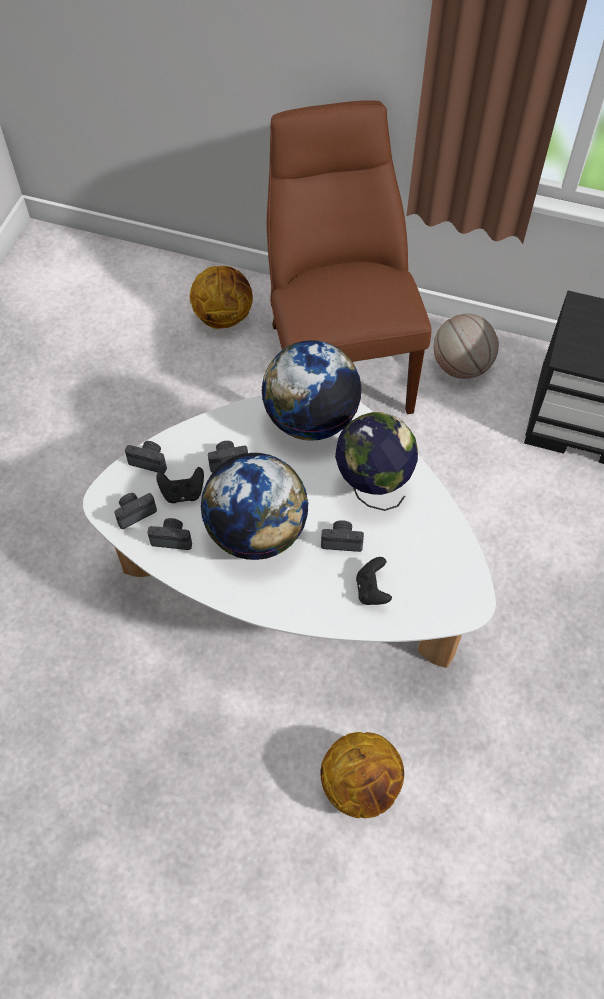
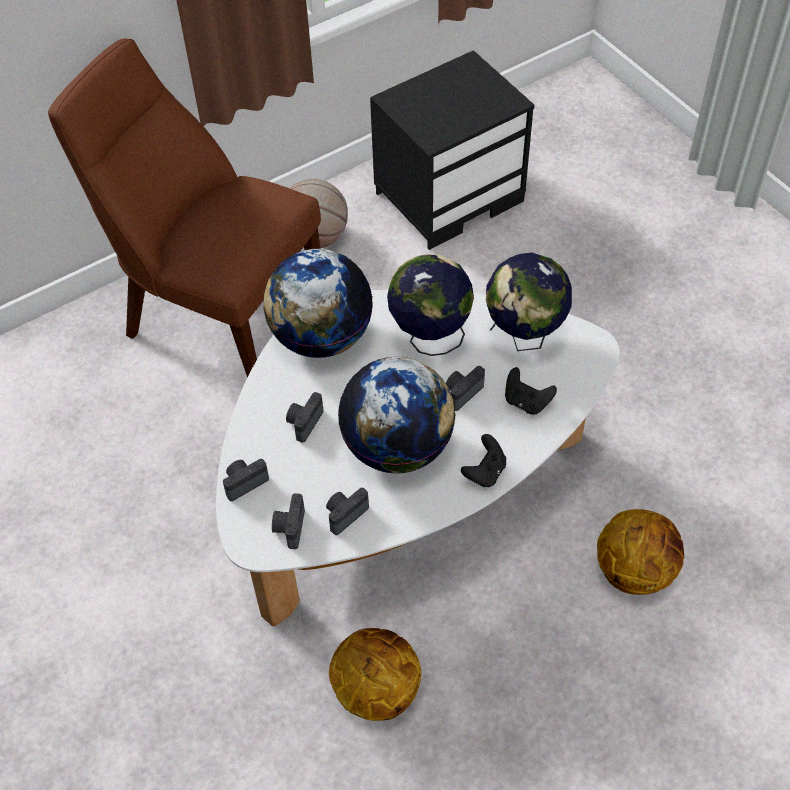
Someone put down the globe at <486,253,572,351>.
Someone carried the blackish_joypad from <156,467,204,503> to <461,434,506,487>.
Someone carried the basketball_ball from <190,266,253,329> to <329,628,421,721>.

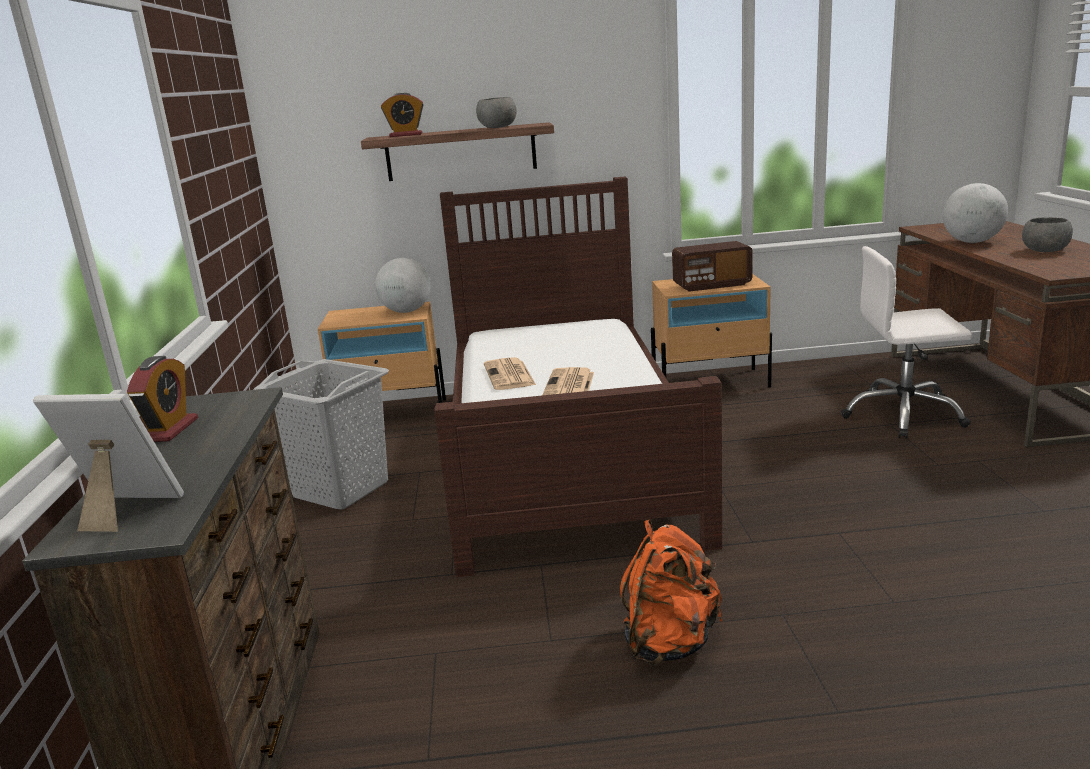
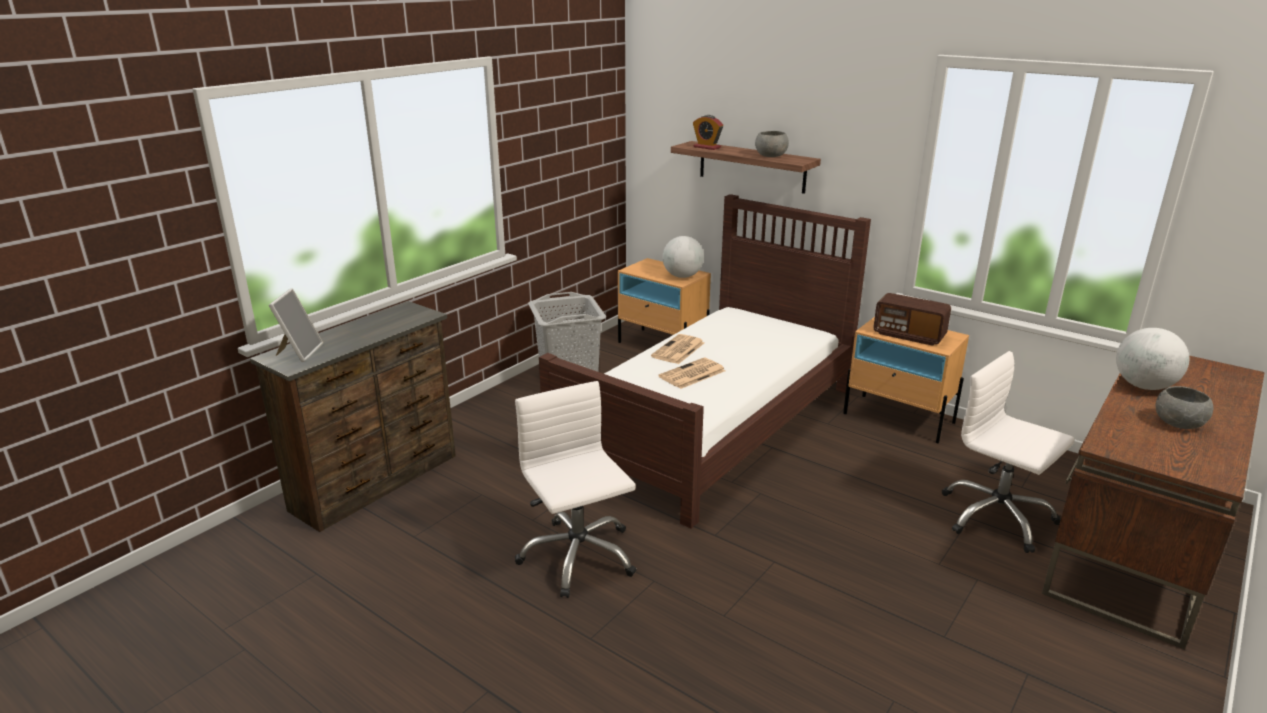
Someone took away the bedside_clock at <127,356,198,442>.
Someone swapped the orange_knapsack at <620,519,722,665> for the white_desk_chair at <515,381,636,598>.
Someone rotated the photo_frame at <33,394,184,532> by 45 degrees clockwise.

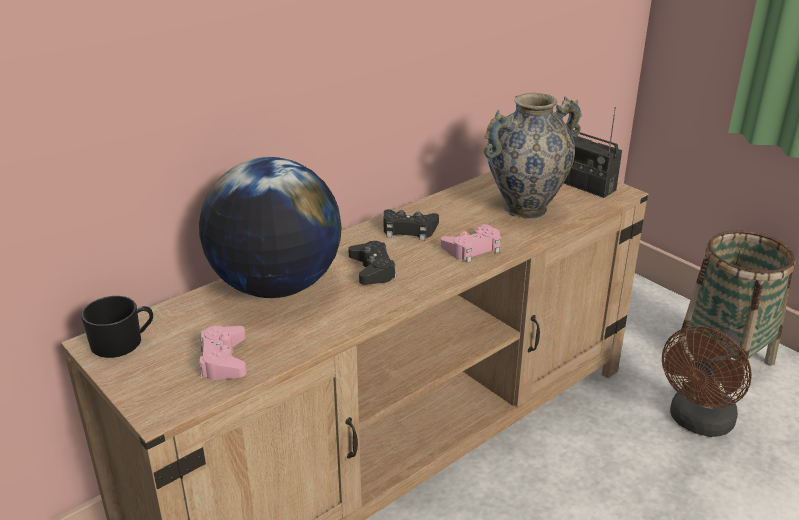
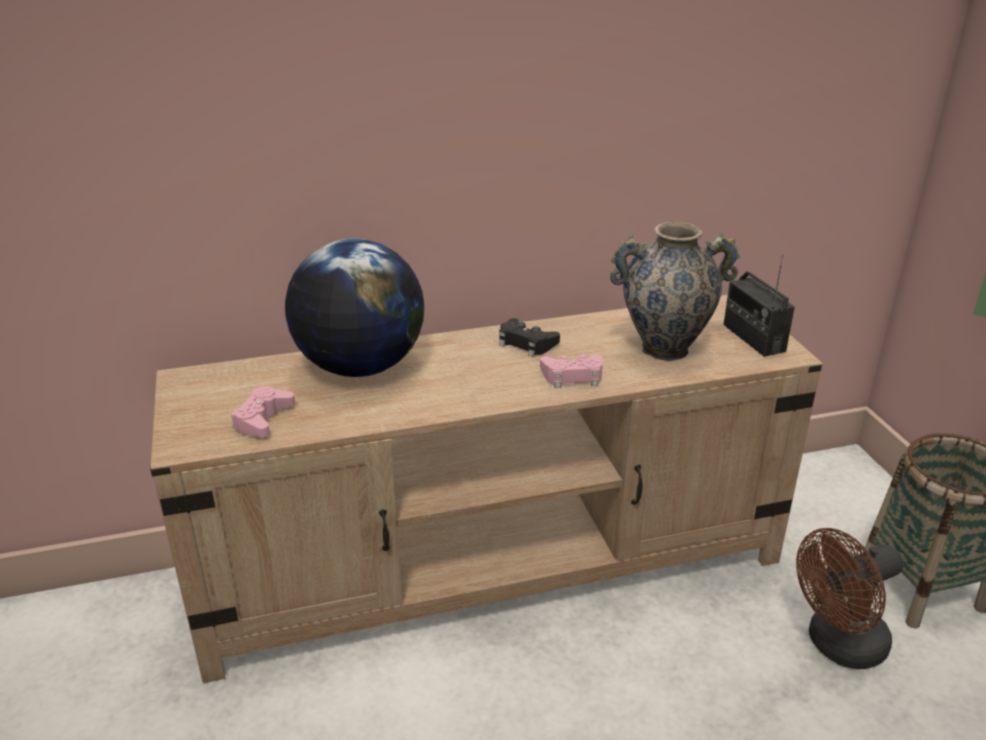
Someone took away the blackish_mug at <81,296,153,358>.
Someone took away the blackish_joypad at <348,241,397,285>.

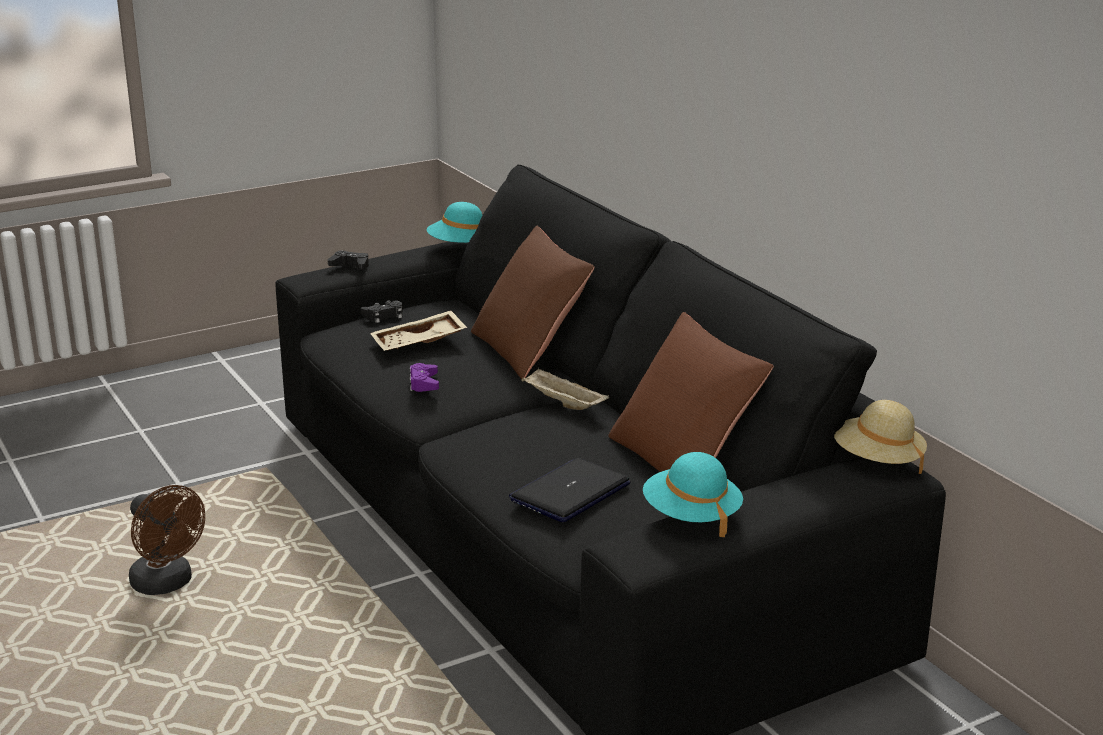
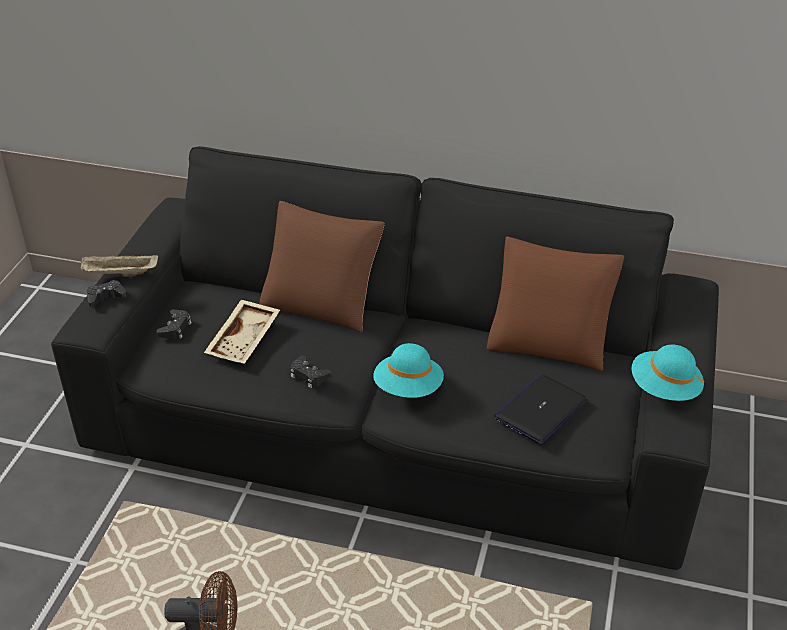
Someone took away the beige-coloured_wearable_hat at <834,400,927,474>.
Someone carried the turquoise-coloured_wearable_hat from <427,202,482,243> to <373,343,444,398>.
Someone carried the beige-coloured_serving_tray from <522,368,609,410> to <81,255,158,277>.
Someone repainted the purplish_joypad at <409,363,439,392>, which became the blackish_joypad at <291,356,331,388>.
Someone rotated the portable_computer at <509,458,631,522> by 45 degrees clockwise.

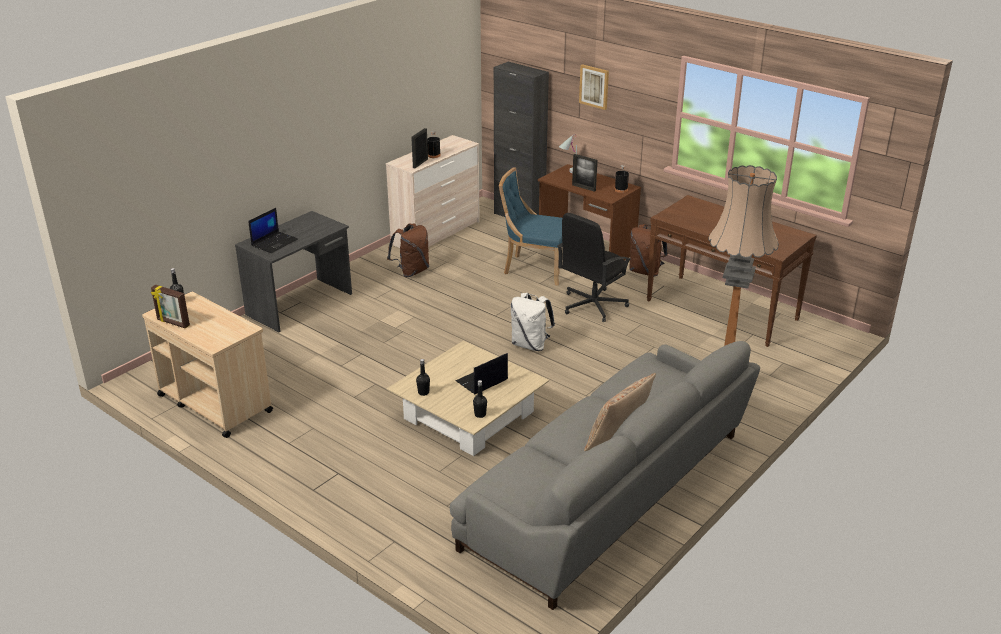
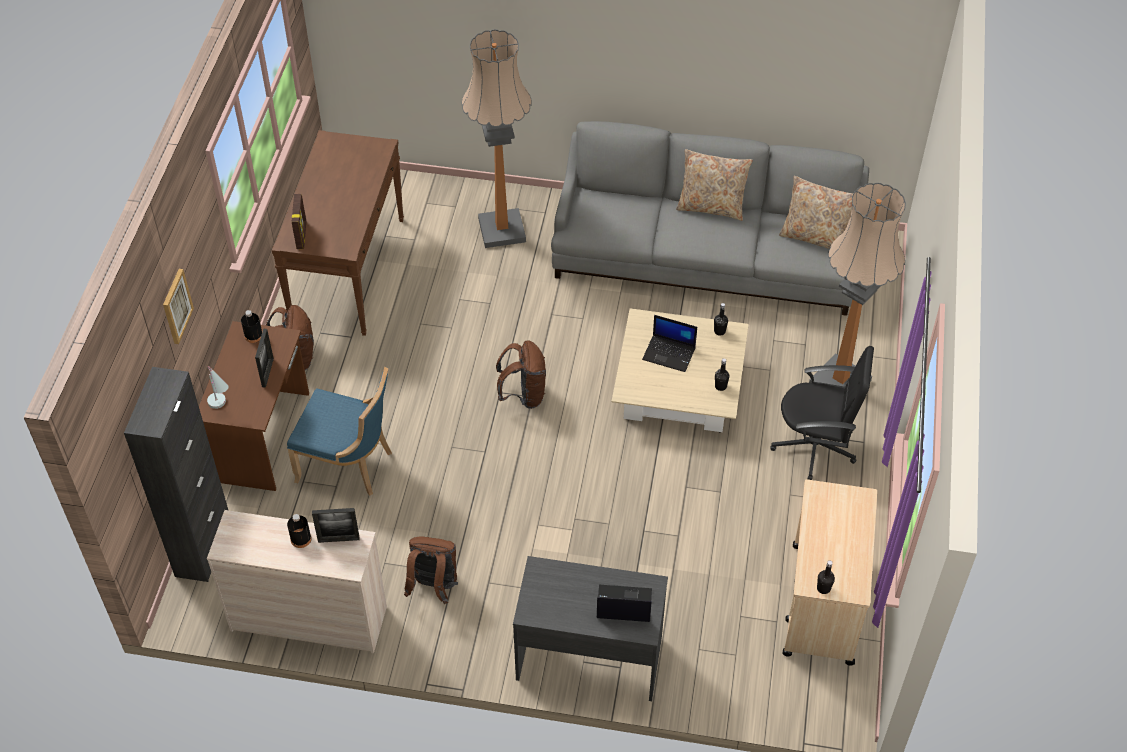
Someone put down the beige-coloured_cushion at <779,176,853,249>.
Someone put down the floor_lamp at <809,183,906,387>.
Someone carried the photo_frame from <151,285,190,328> to <292,194,306,249>.
Someone carried the blackish_desk_chair from <557,213,631,322> to <770,346,874,480>.
Someone repainted the white_knapsack at <511,293,555,351>, which became the brown-coloured_knapsack at <496,340,546,409>.
Someone rotated the bluish_plain_chair at <499,167,562,286> by 60 degrees counterclockwise.

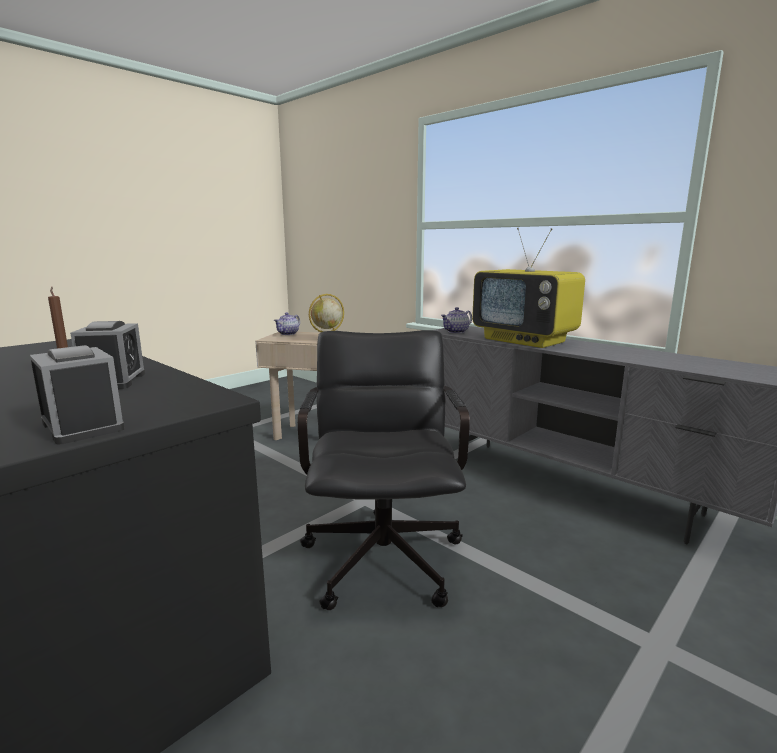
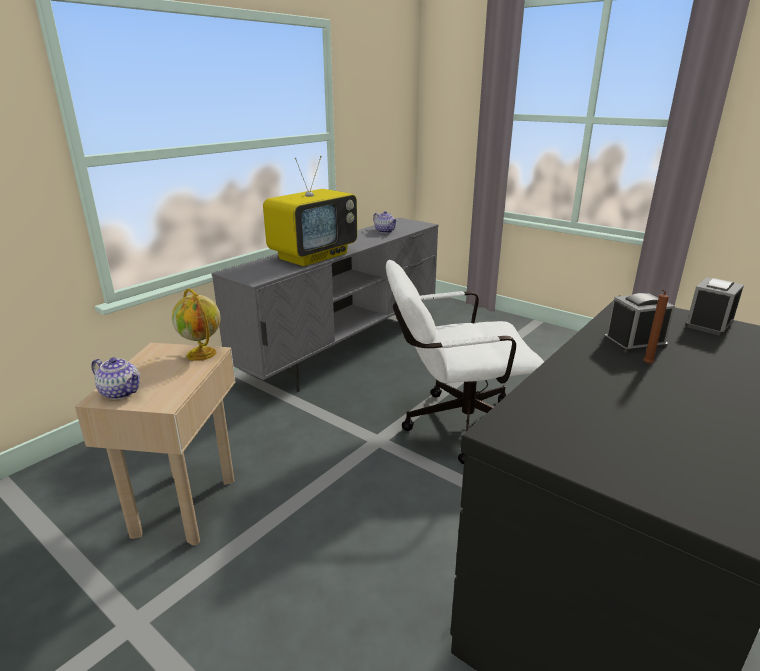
Someone carried the pot_for_tea from <441,307,472,333> to <373,211,398,233>.
Someone repainted the blackish_desk_chair at <298,330,470,610>, which became the white_desk_chair at <386,260,544,464>.

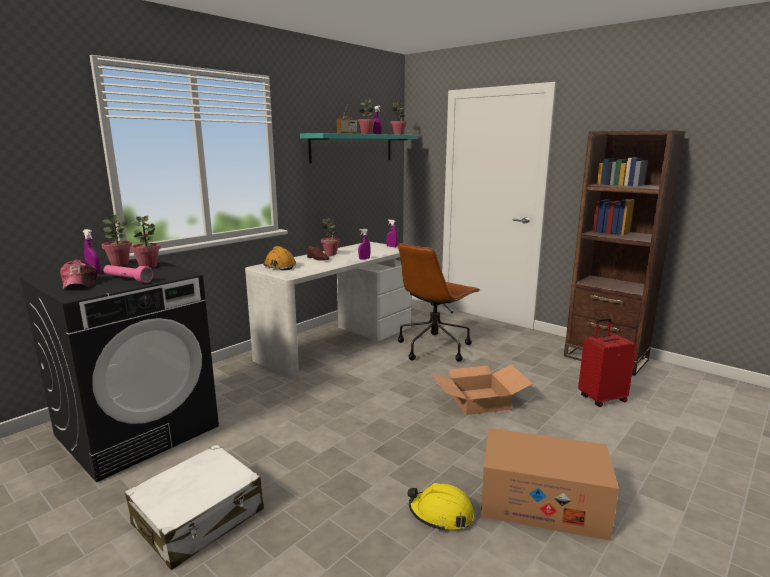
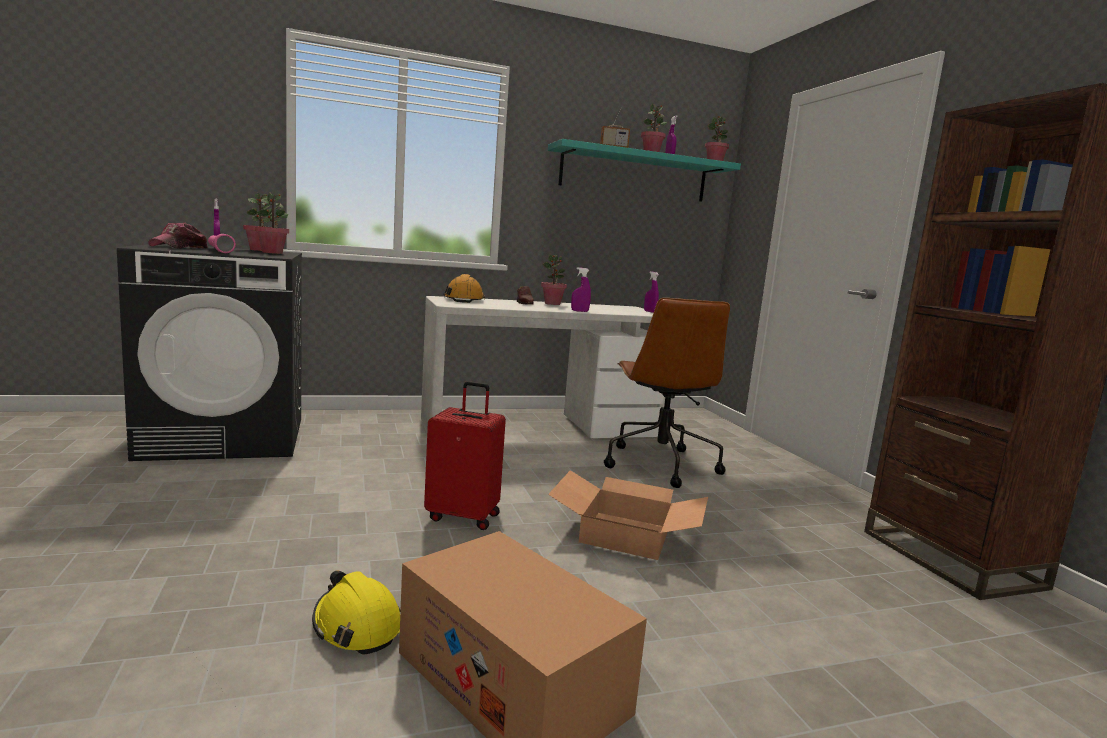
Someone took away the white_piece_of_luggage at <125,444,264,570>.
Someone carried the red-coloured_piece_of_luggage from <578,318,636,407> to <424,381,506,530>.
Someone rotated the brown-coloured_desk_chair at <398,243,479,362> by 75 degrees counterclockwise.

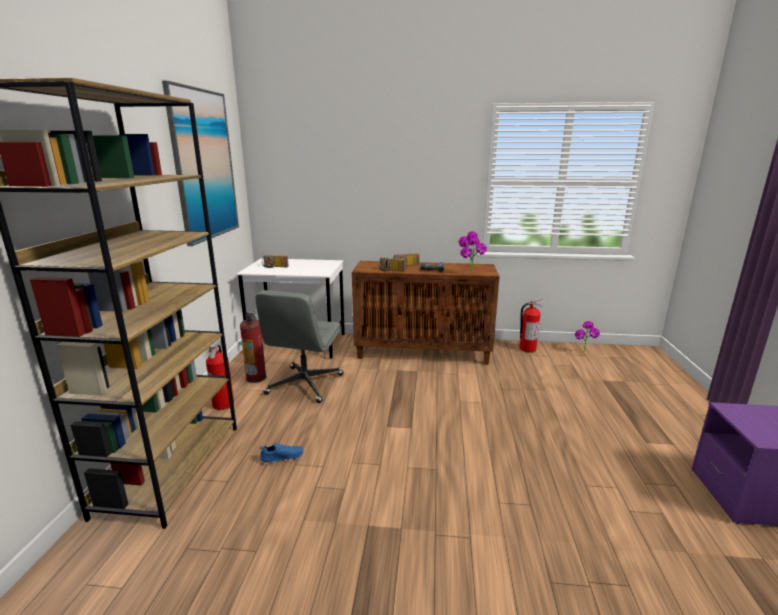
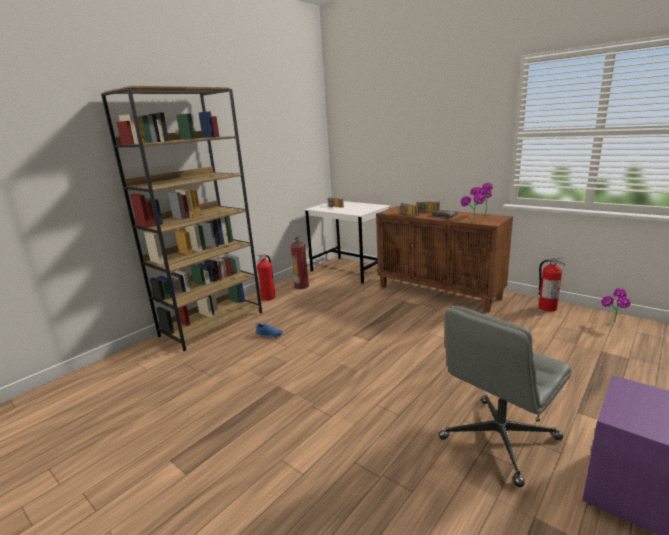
Someone took away the wall_picture at <162,80,239,246>.
Someone carried the gray_desk_chair from <255,290,344,403> to <439,306,572,487>.

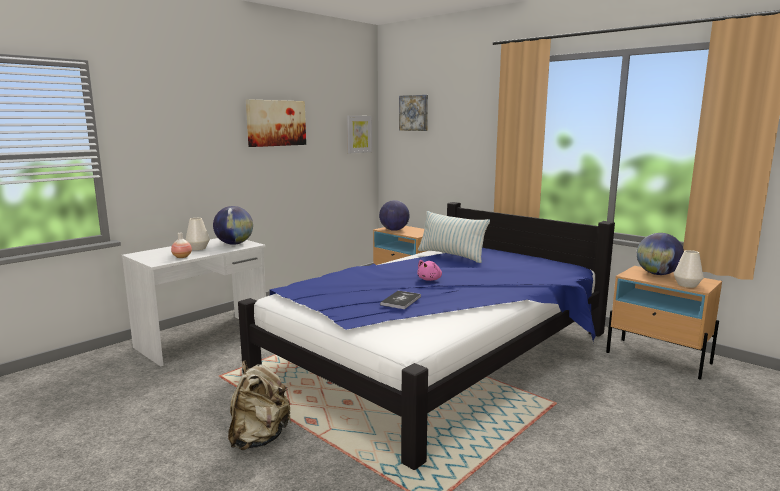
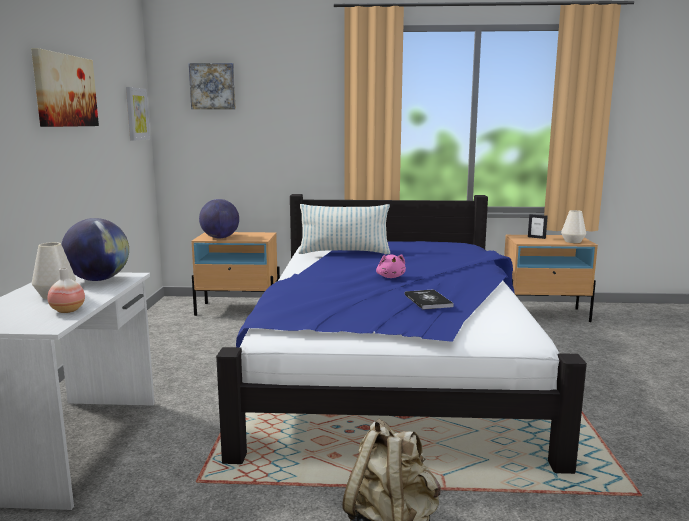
Someone swapped the globe at <637,233,684,275> for the photo_frame at <528,214,548,239>.

